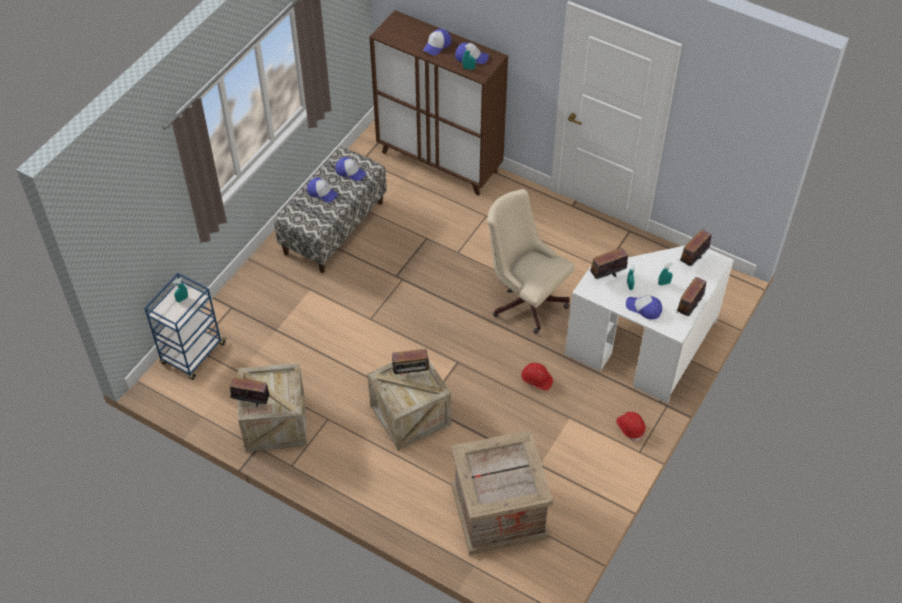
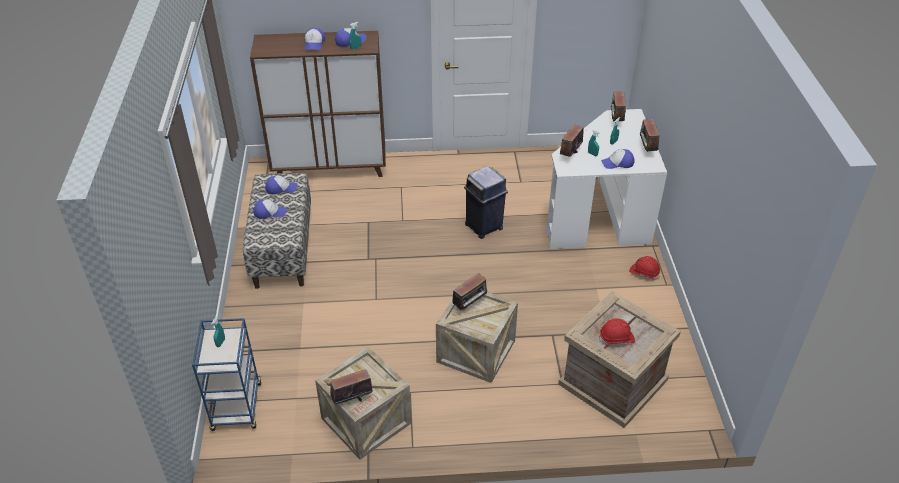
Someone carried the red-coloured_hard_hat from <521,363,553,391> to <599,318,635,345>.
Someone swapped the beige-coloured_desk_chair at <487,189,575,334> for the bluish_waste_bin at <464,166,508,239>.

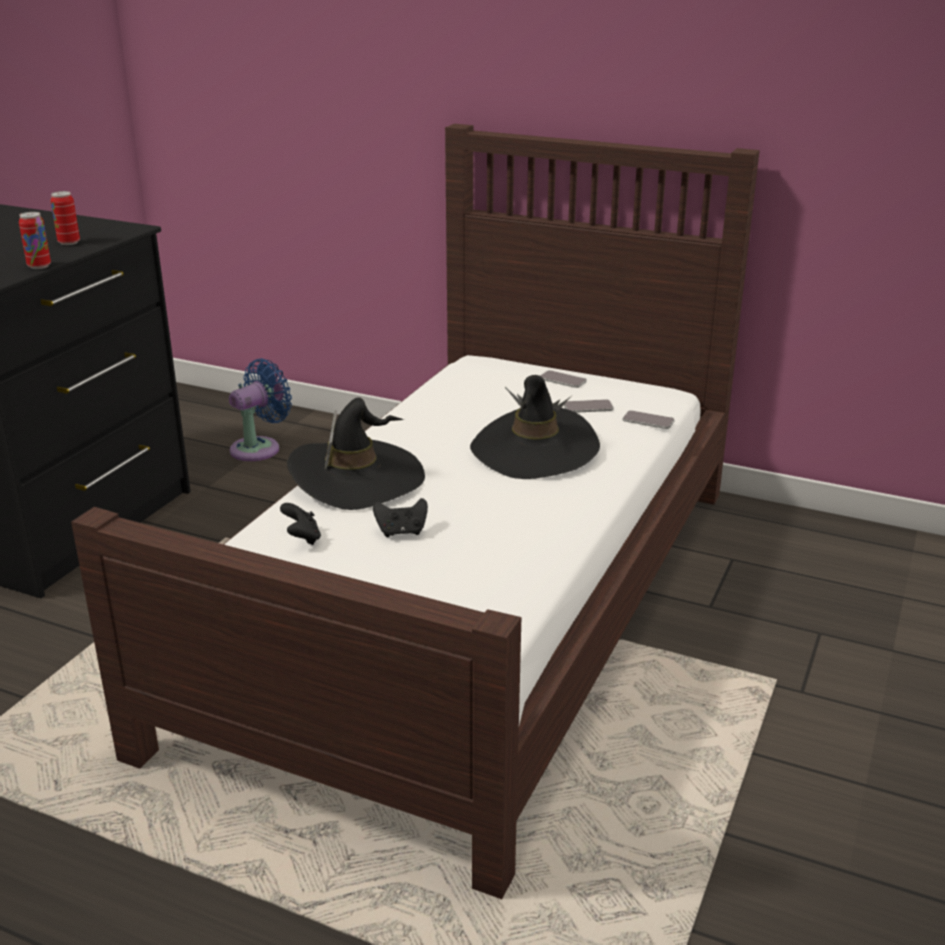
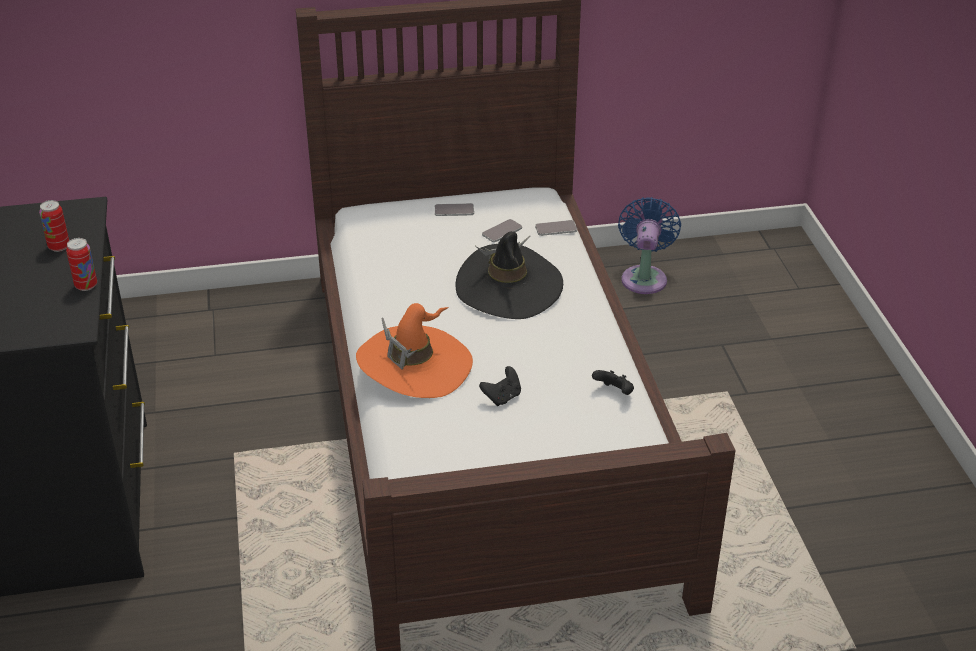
Someone carried the bluish_cooling_fan from <229,358,292,461> to <618,197,681,294>.
Someone carried the blackish_joypad from <280,503,321,545> to <592,370,634,395>.
Someone repainted the blackish_wearable_hat at <287,397,425,510>, which became the orange_wearable_hat at <356,303,473,398>.

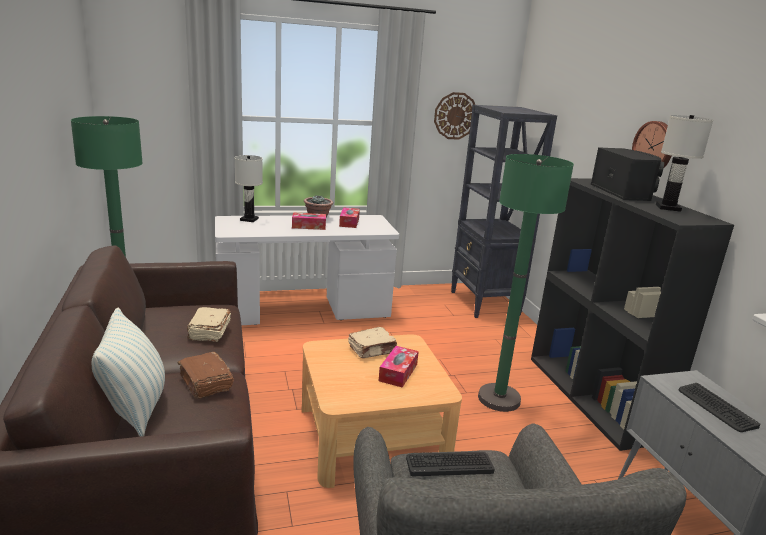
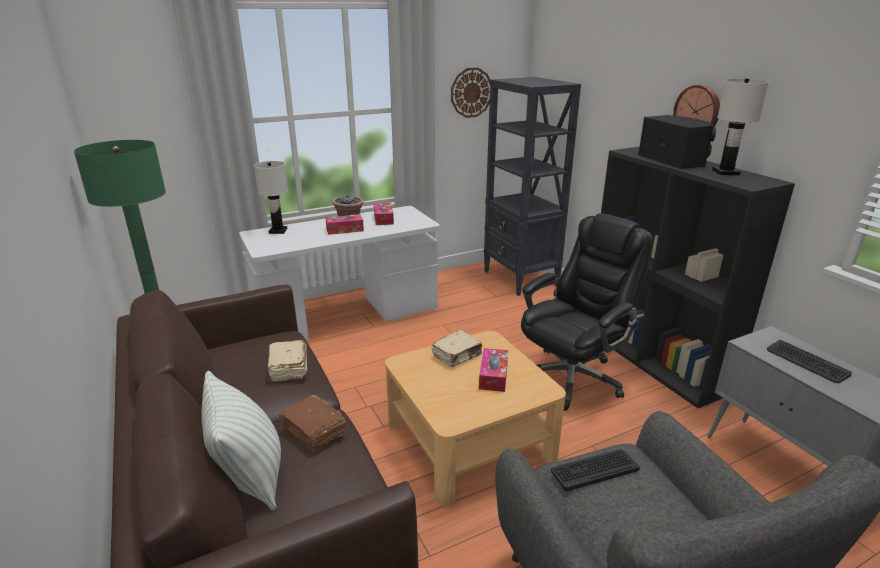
Someone swapped the greenish_floor_lamp at <478,154,574,412> for the blackish_desk_chair at <521,213,653,411>.

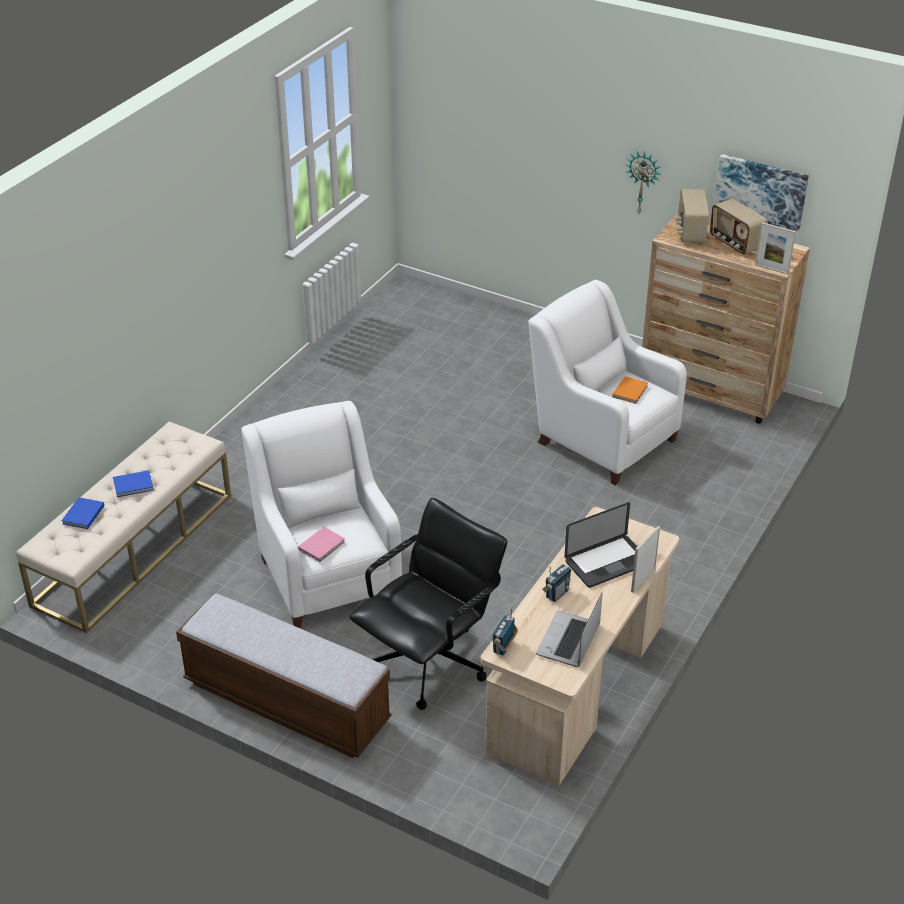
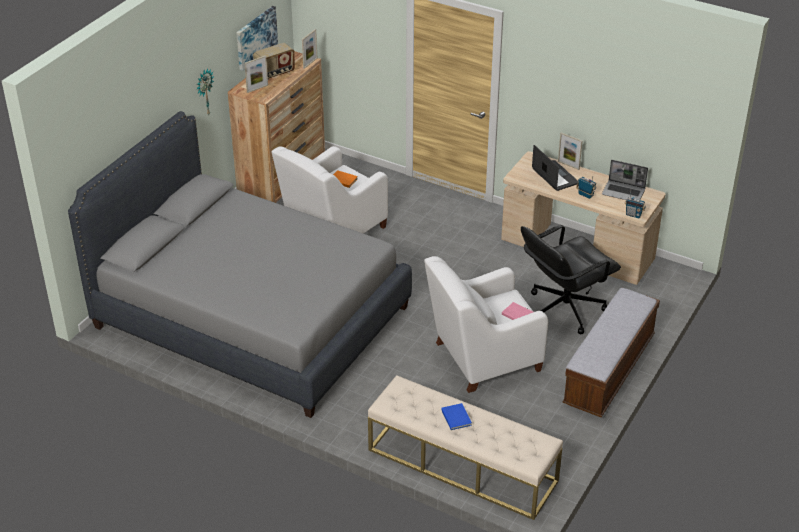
Someone took away the bluish_bound_book at <61,497,104,529>.
Someone put down the gray_bedroom_bed at <68,111,412,418>.
Someone swapped the radio_receiver at <676,189,709,242> for the photo_frame at <244,56,268,93>.
Someone rotated the blackish_desk_chair at <349,498,507,710> by 75 degrees counterclockwise.

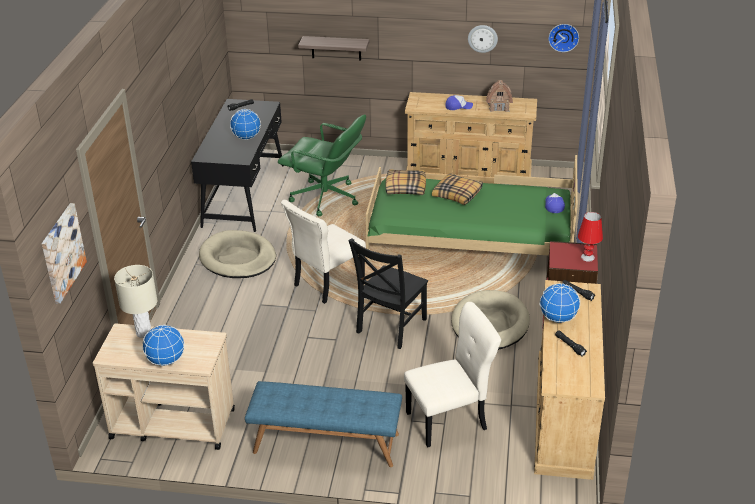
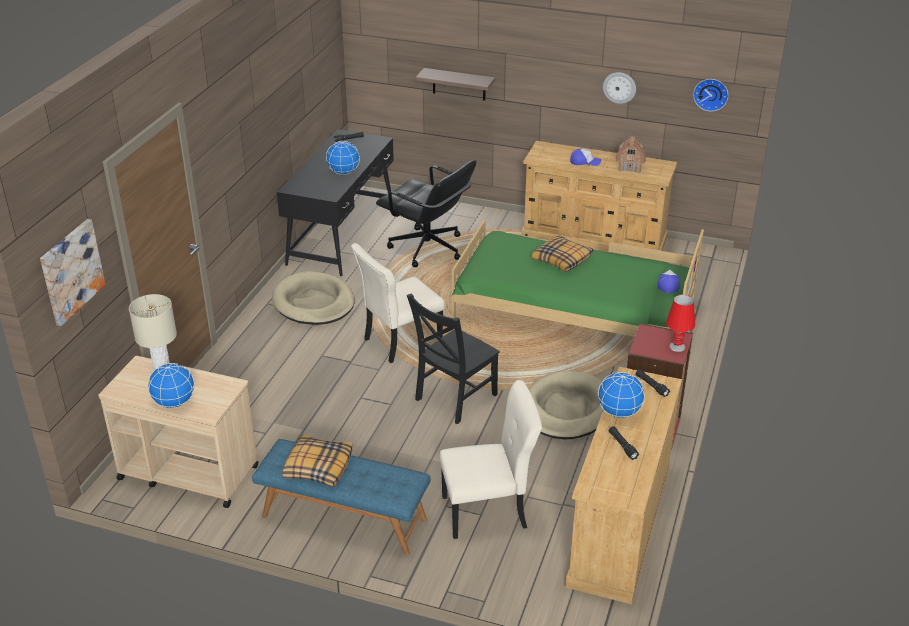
Someone carried the cushion from <386,169,426,195> to <282,434,352,487>.
Someone repainted the greenish_desk_chair at <278,115,366,216>, which became the blackish_desk_chair at <376,160,476,267>.

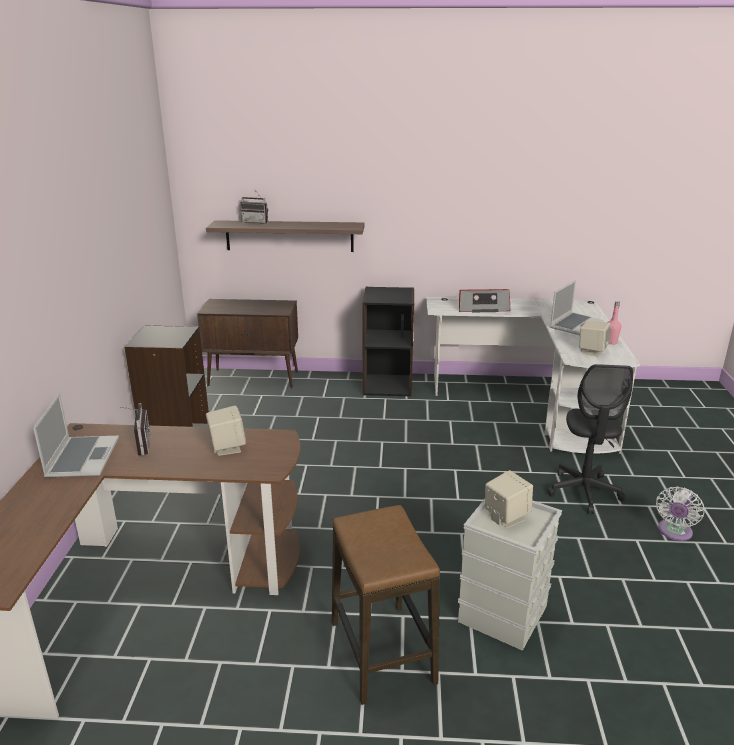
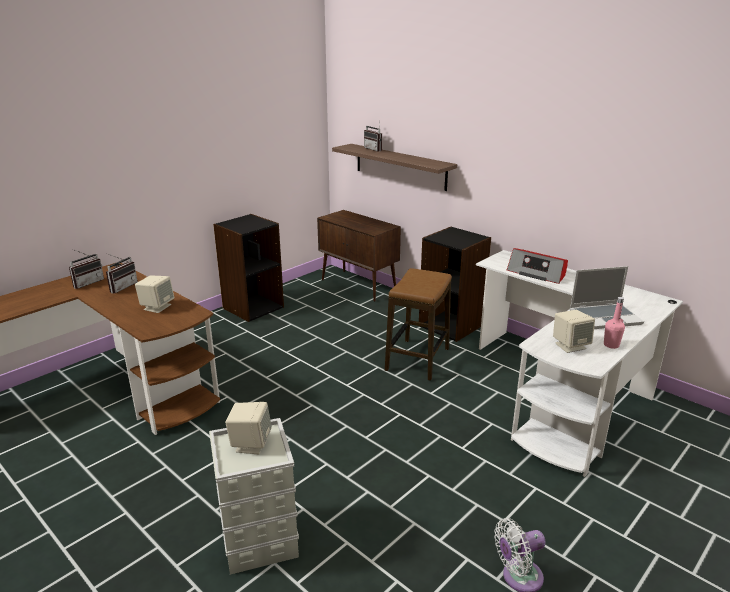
Someone took away the blackish_desk_chair at <548,364,633,514>.
Someone carried the stool_seat from <332,505,440,705> to <385,268,452,381>.
Someone swapped the portable_computer at <33,393,119,478> for the radio_receiver at <69,249,104,289>.

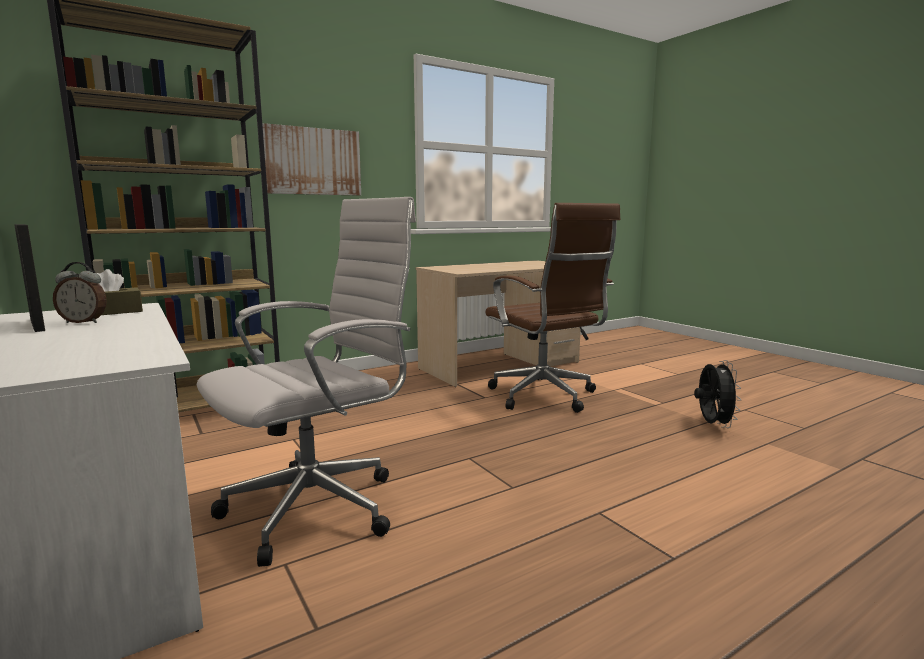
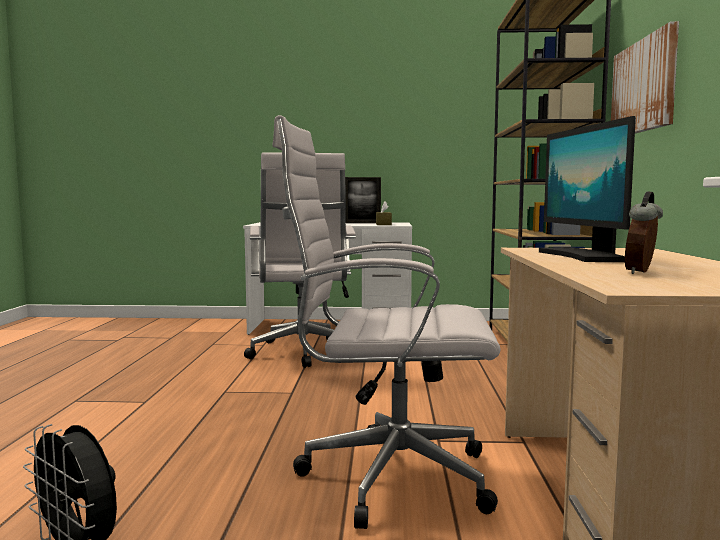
Someone put down the computer_display at <539,116,636,262>.
Someone carried the bedside_clock from <53,262,107,323> to <625,191,663,274>.
Someone repainted the brown-coloured_desk_chair at <486,203,620,413>, which became the white_desk_chair at <272,115,501,529>.

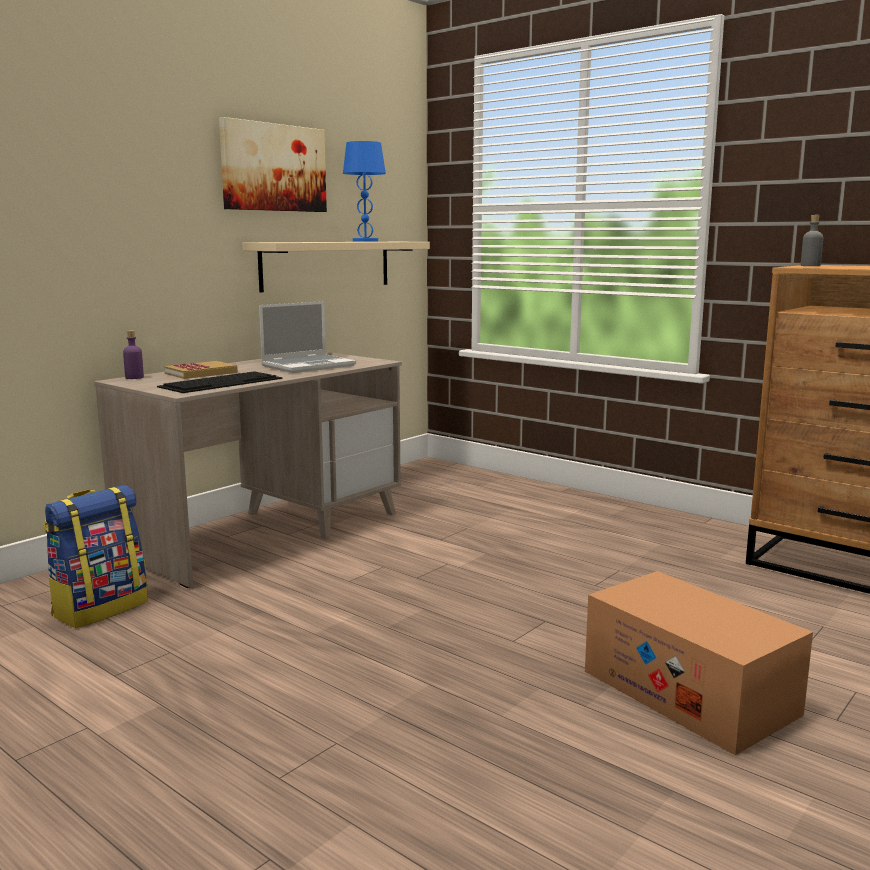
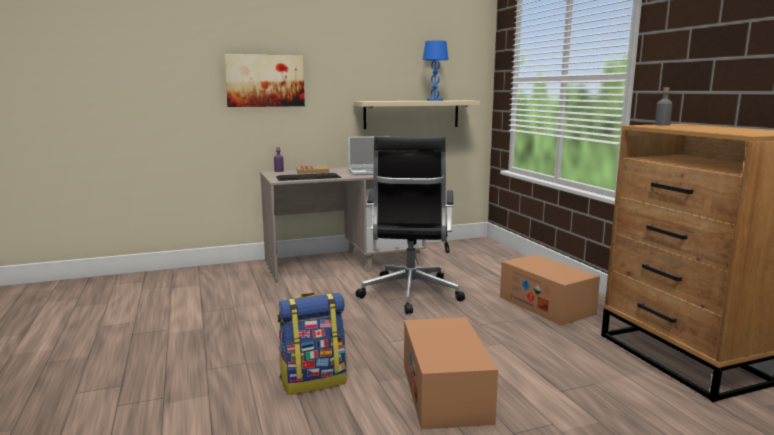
Someone put down the blackish_desk_chair at <355,136,465,314>.
Someone put down the packing_box at <500,254,600,326>.
Someone carried the knapsack from <43,485,148,628> to <277,292,347,395>.
Someone carried the wall_picture from <219,117,327,212> to <224,54,305,107>.

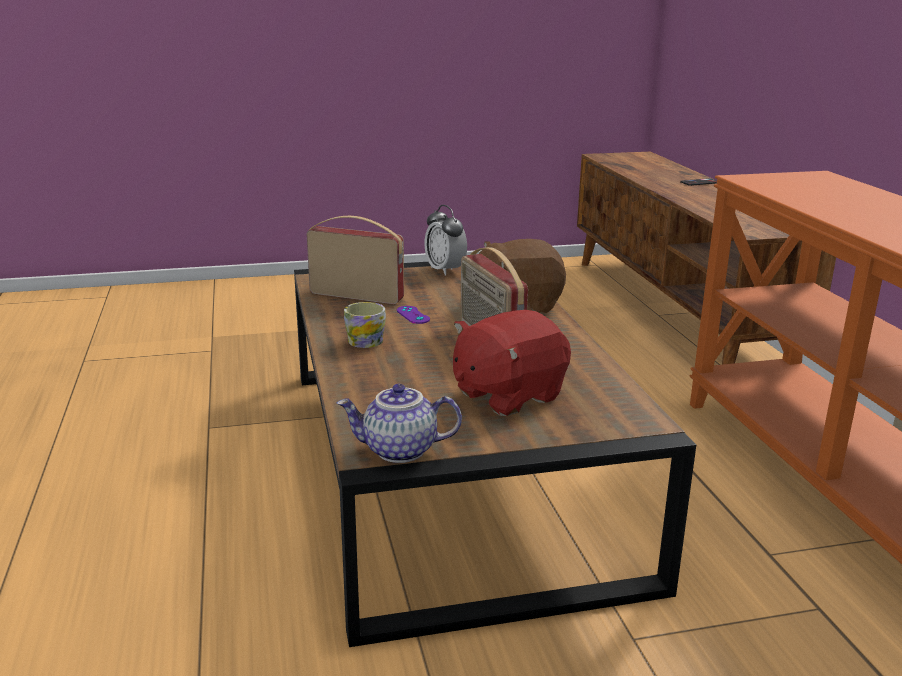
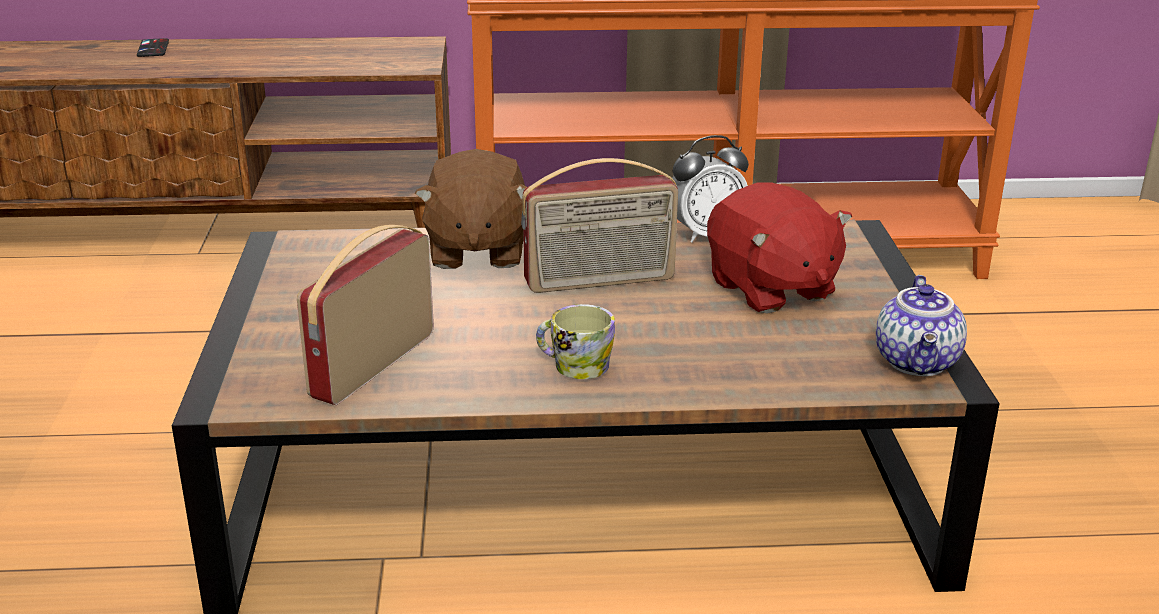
Someone took away the purplish_joypad at <397,306,430,324>.
Someone carried the bedside_clock from <425,205,467,276> to <672,135,749,242>.

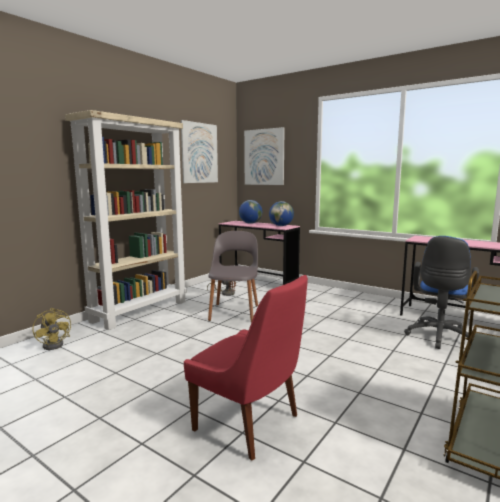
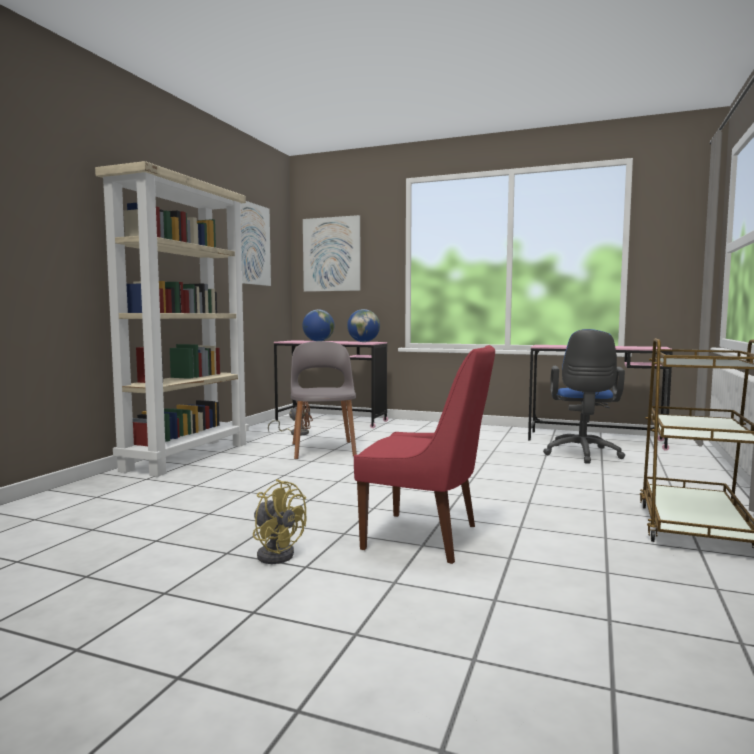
Someone carried the yellow_cooling_fan from <33,308,71,350> to <253,479,307,564>.

